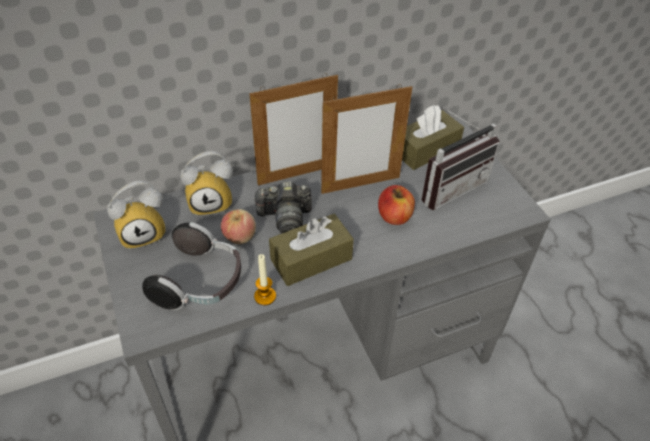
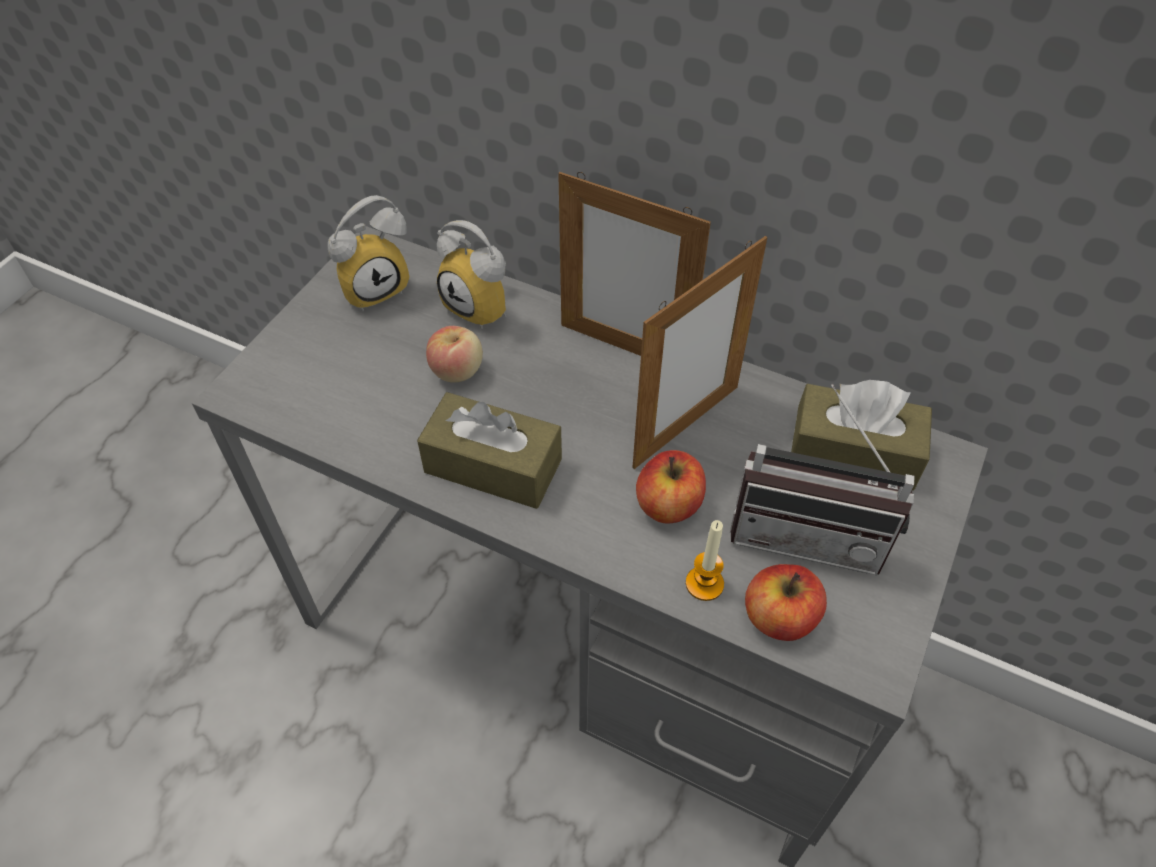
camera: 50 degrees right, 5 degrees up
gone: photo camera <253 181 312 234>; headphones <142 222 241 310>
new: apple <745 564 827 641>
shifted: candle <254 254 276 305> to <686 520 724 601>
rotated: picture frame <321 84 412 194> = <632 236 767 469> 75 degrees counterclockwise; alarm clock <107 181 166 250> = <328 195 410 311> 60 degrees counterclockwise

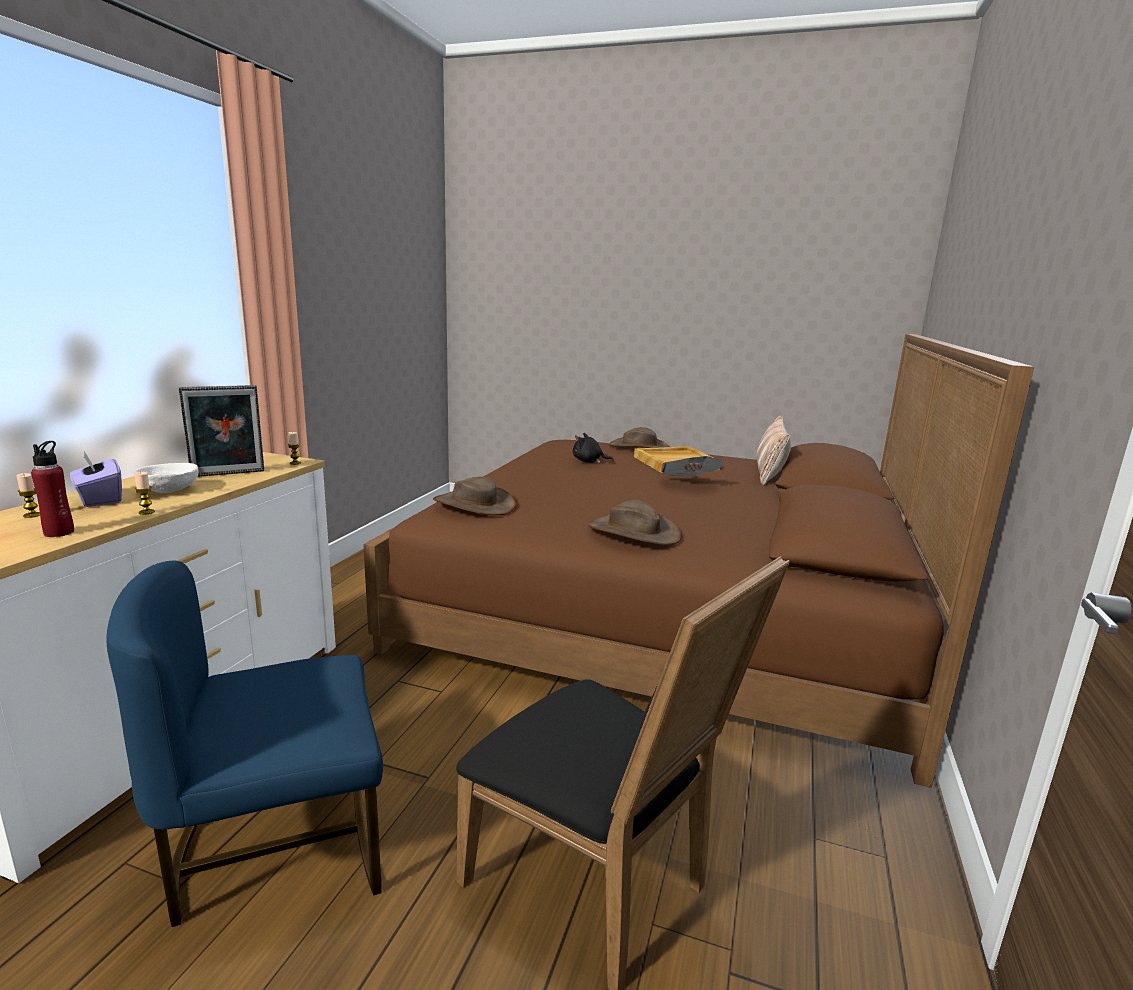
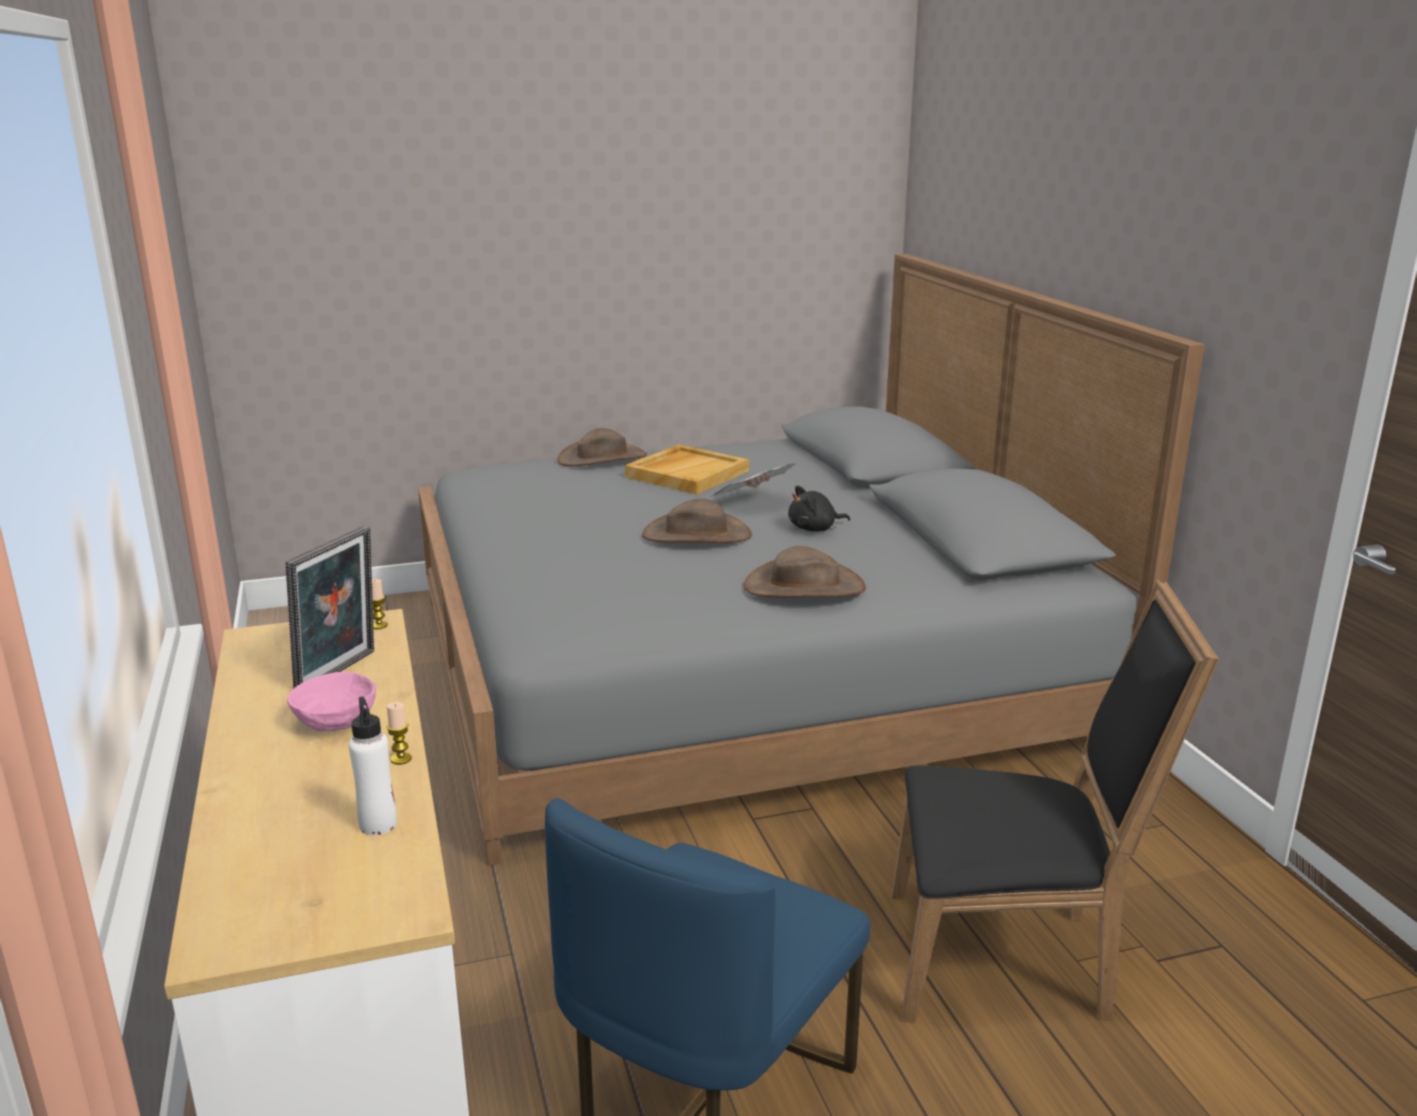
camera: 35 degrees left, 5 degrees up
gone: pillow <756 415 791 485>; purple tissue box <70 451 122 507>; candle <16 473 40 518>
shifted: black plush toy <573 433 614 463> to <788 486 850 532>; brown hat <433 477 516 515> to <642 498 752 543>
repainted: brown bed <363 334 1034 788> to grey bed <418 254 1205 866>; red bottle <31 441 74 537> to white bottle <349 697 397 835>; white bowl <135 463 199 493> to pink bowl <287 672 376 731>

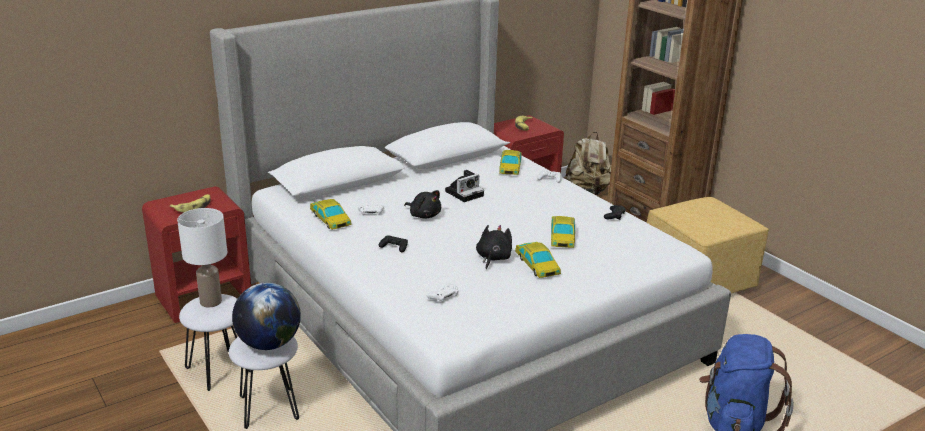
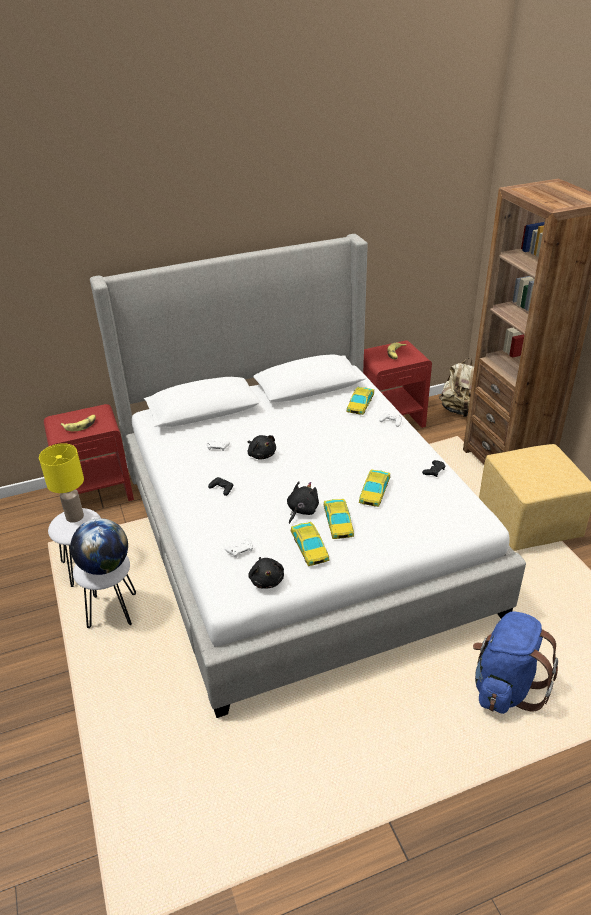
camera: 15 degrees right, 10 degrees up
gone: photo camera <445 170 484 202>
new: black plush toy <248 557 284 589>
shifted: toy car <310 199 352 230> to <291 522 330 566>
repainted: white table lamp <177 208 227 307> to yellow table lamp <39 443 84 523>

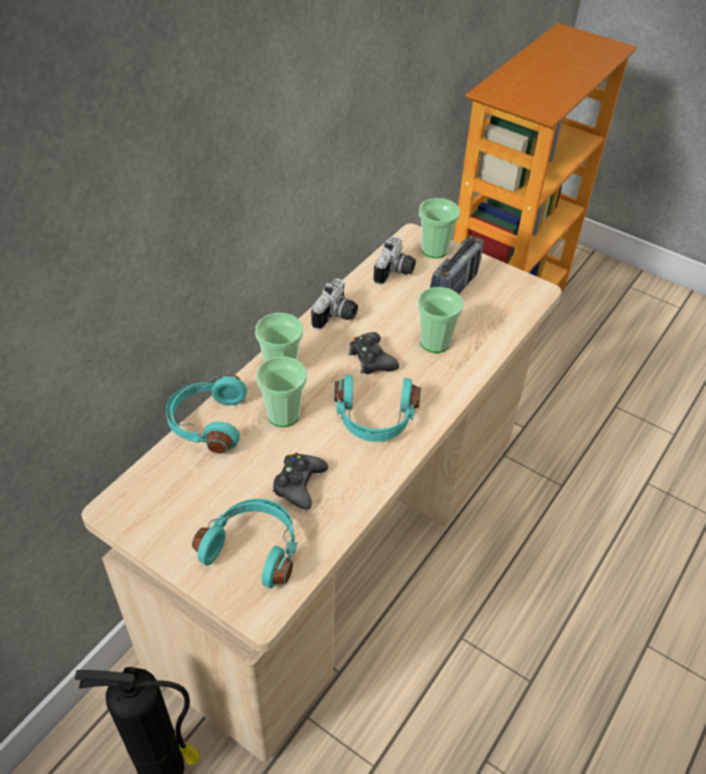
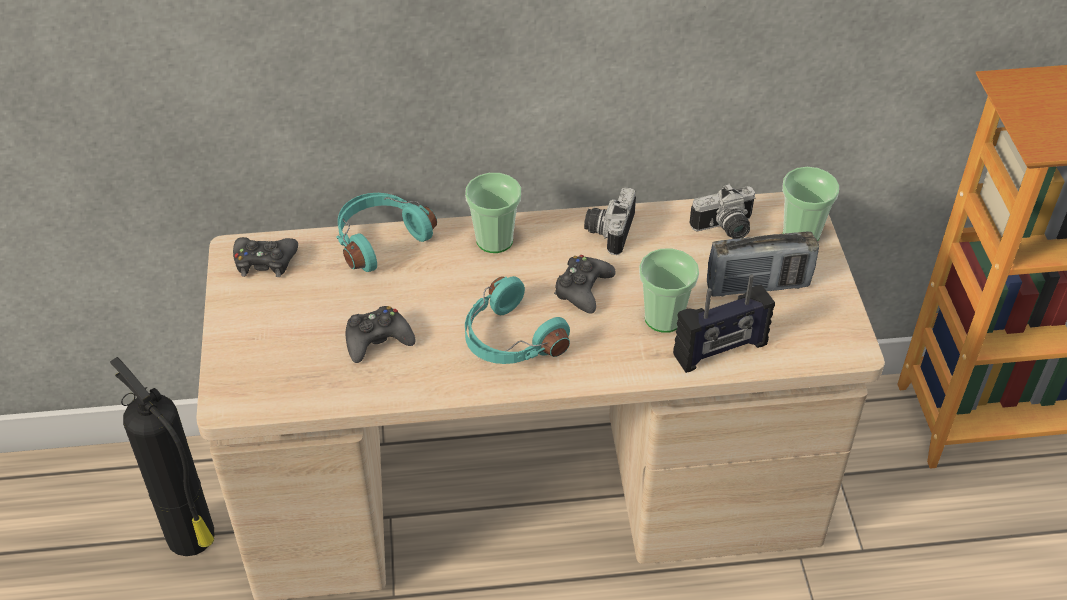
camera: 50 degrees right, 0 degrees up
gone: cup <256 356 307 427>; turquoise headphones <192 499 297 588>
new: black game controller <233 237 298 277>; radio <673 274 775 373>
rotated: photo camera <311 278 358 330> = <584 187 636 255> 120 degrees clockwise

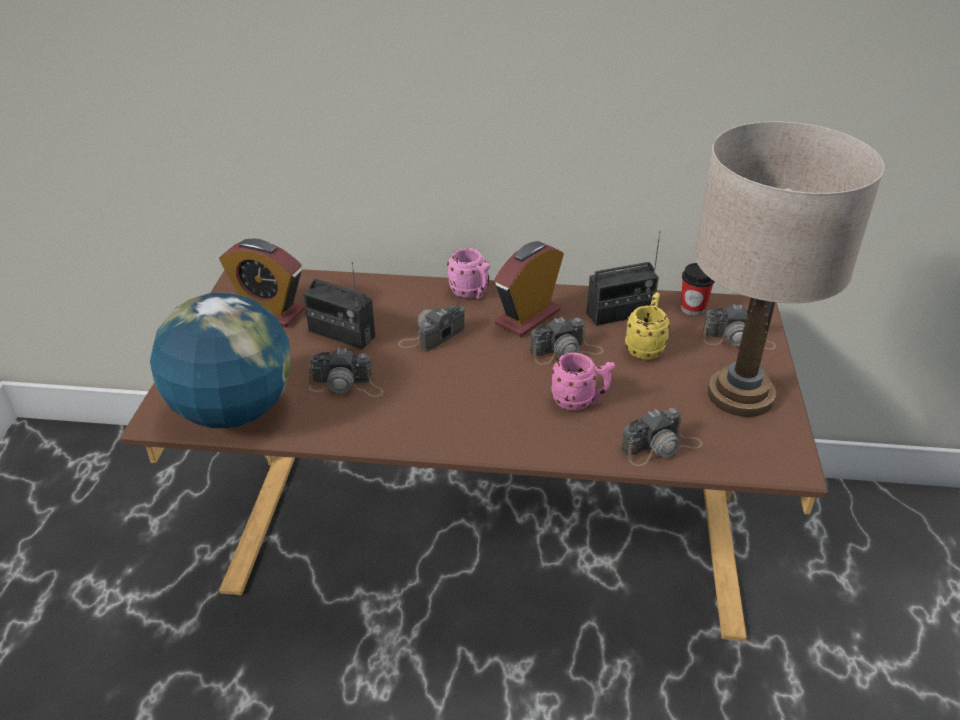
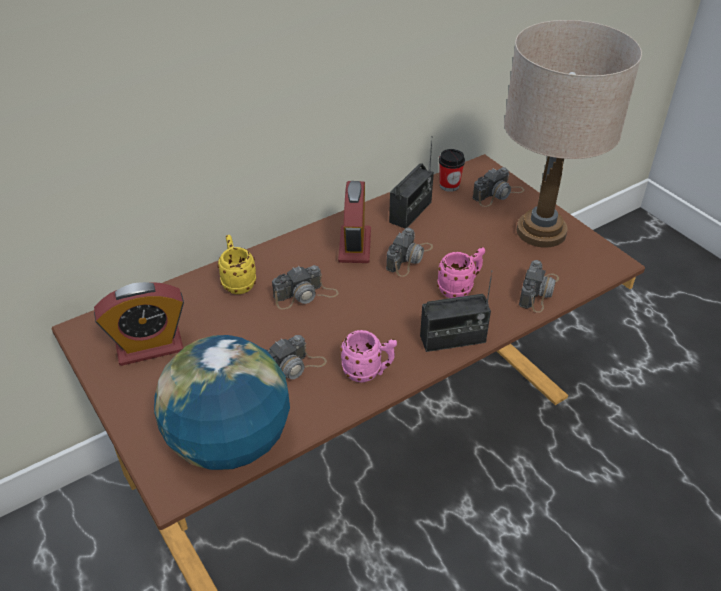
camera: 40 degrees left, 5 degrees up
shifted: pink mug <447 248 490 299> to <340 330 397 383>; radio <303 262 375 350> to <420 270 493 352>; yellow mug <625 292 670 360> to <218 235 256 294>
rotated: photo camera <398 305 465 351> = <272 265 339 309> 120 degrees counterclockwise

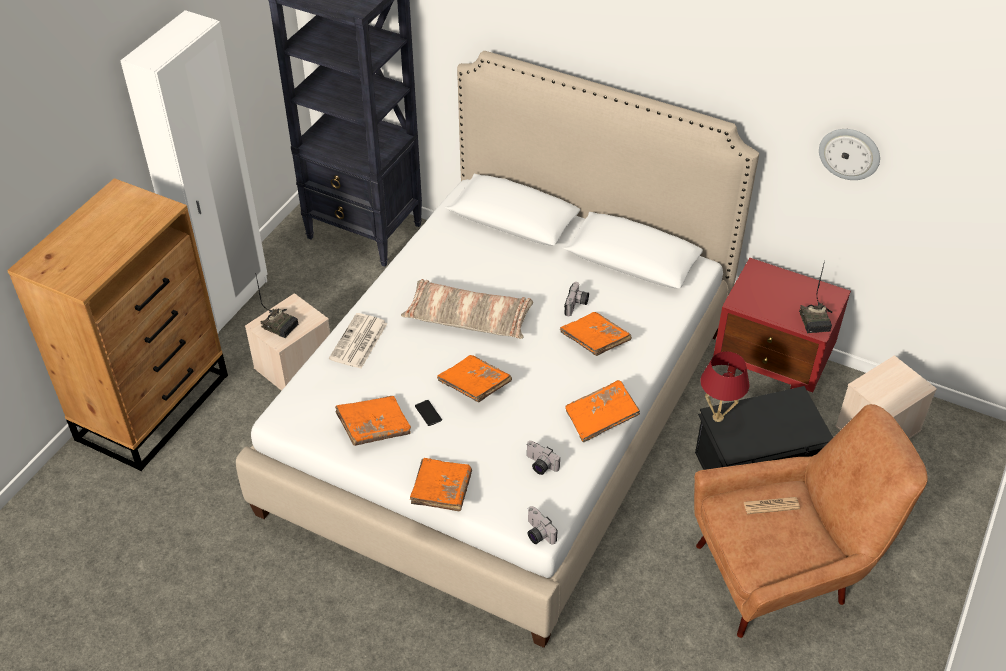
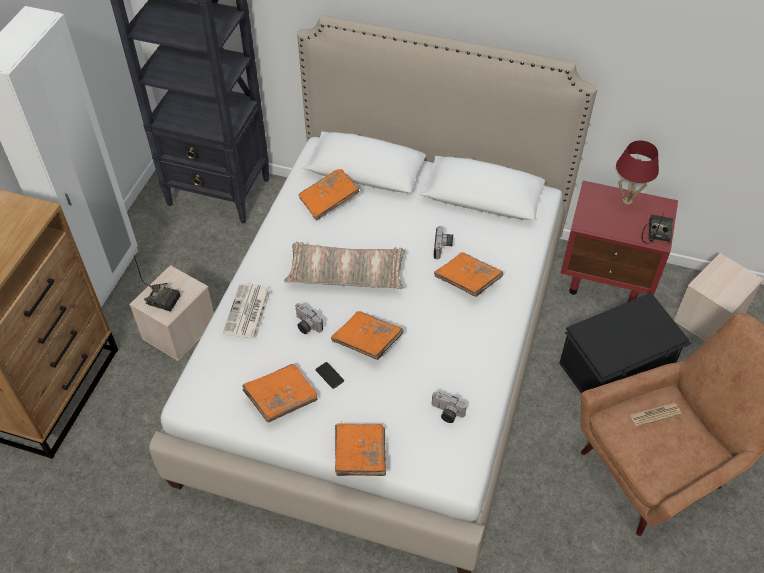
camera: 10 degrees left, 5 degrees up
gone: wall clock <819 129 880 180>
shifted: red table lamp <700 351 750 422> to <616 140 659 205>; orange book <565 380 640 443> to <299 169 359 221>; photo camera <528 506 558 545> to <295 303 323 334>
rotated: radio <799 260 832 333> = <642 213 673 244> 150 degrees counterclockwise

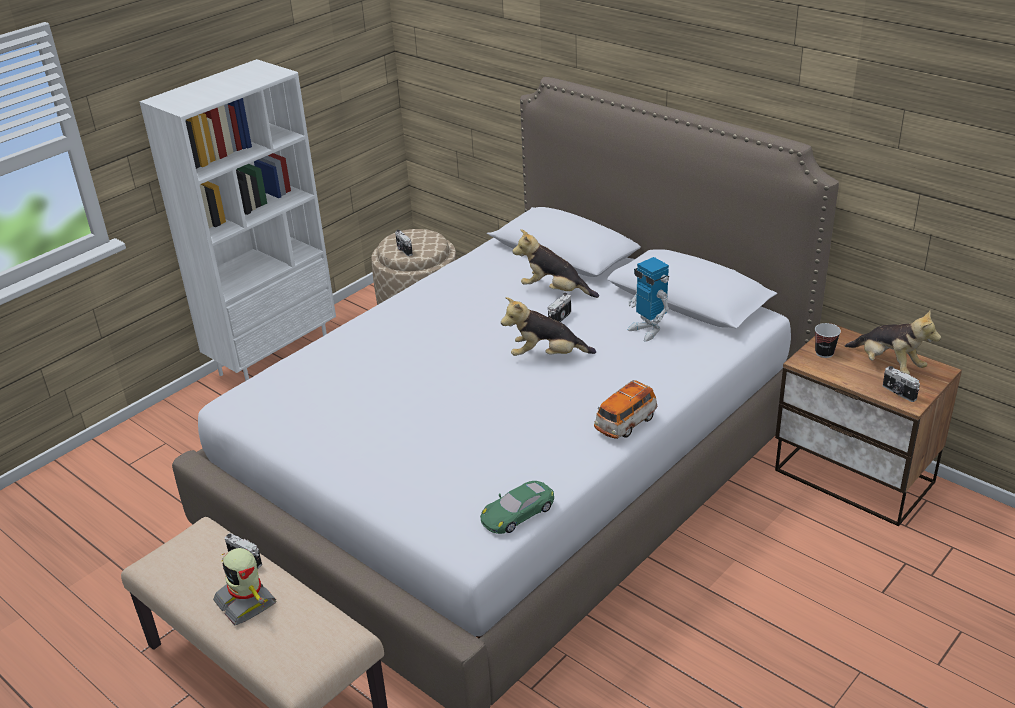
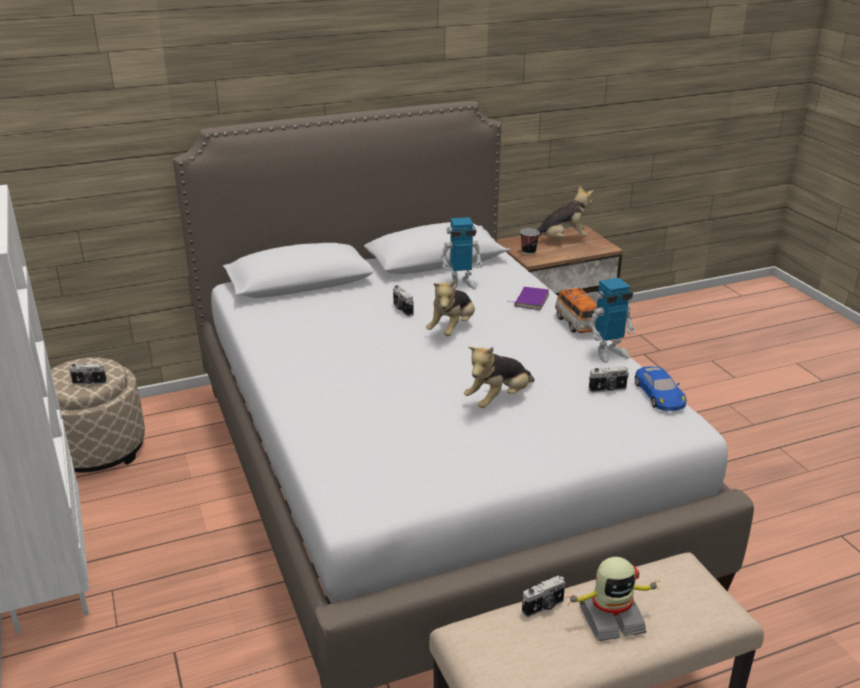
camera: 65 degrees left, 5 degrees down
new: toy robot <589 278 636 363>; purple book <507 287 549 310>
shifted: plush toy <512 229 599 298> to <464 347 535 408>; photo camera <883 366 920 402> to <589 366 629 393>
repainted: green toy car <480 481 554 534> to blue toy car <635 366 687 411>

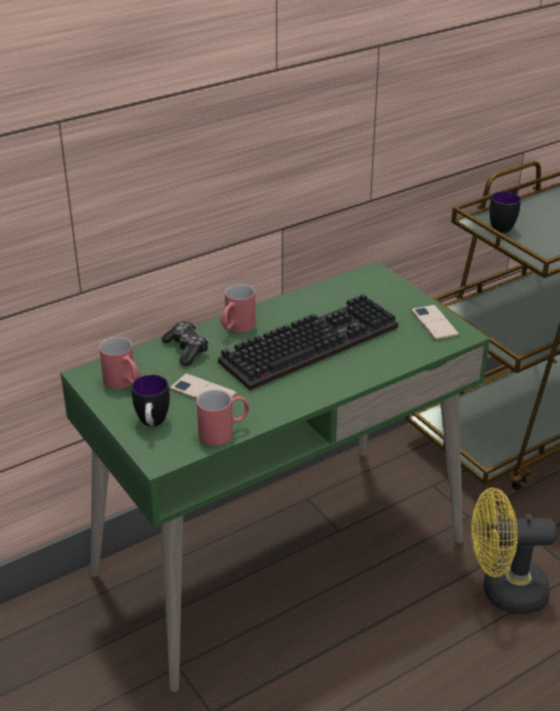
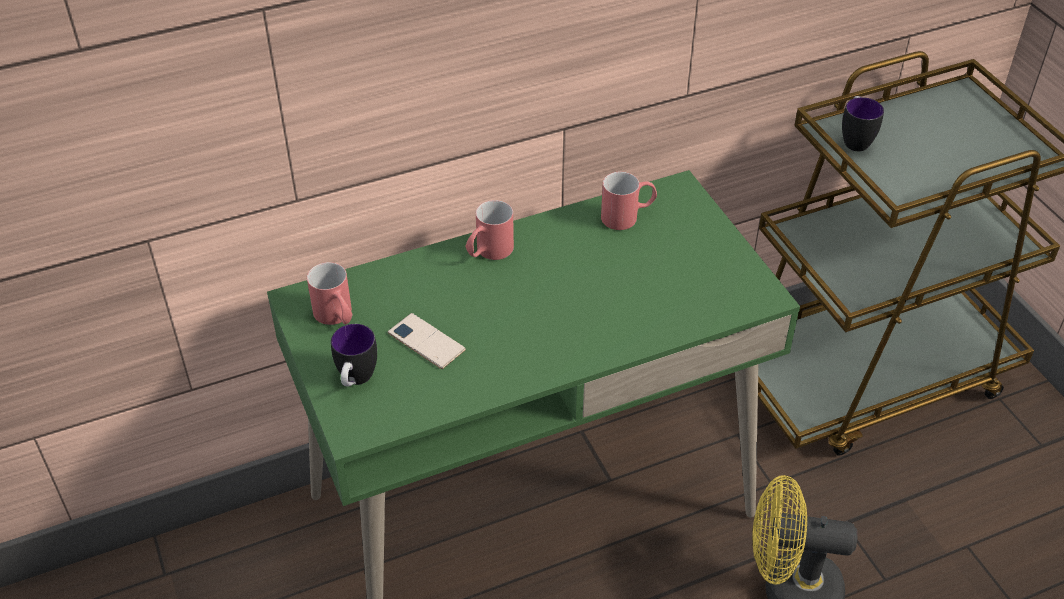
camera: 10 degrees right, 10 degrees up
gone: keyboard <218 294 398 390>; phone <411 305 459 340>; game controller <161 321 209 366>
shifted: red mug <197 390 249 446> to <601 172 657 230>

